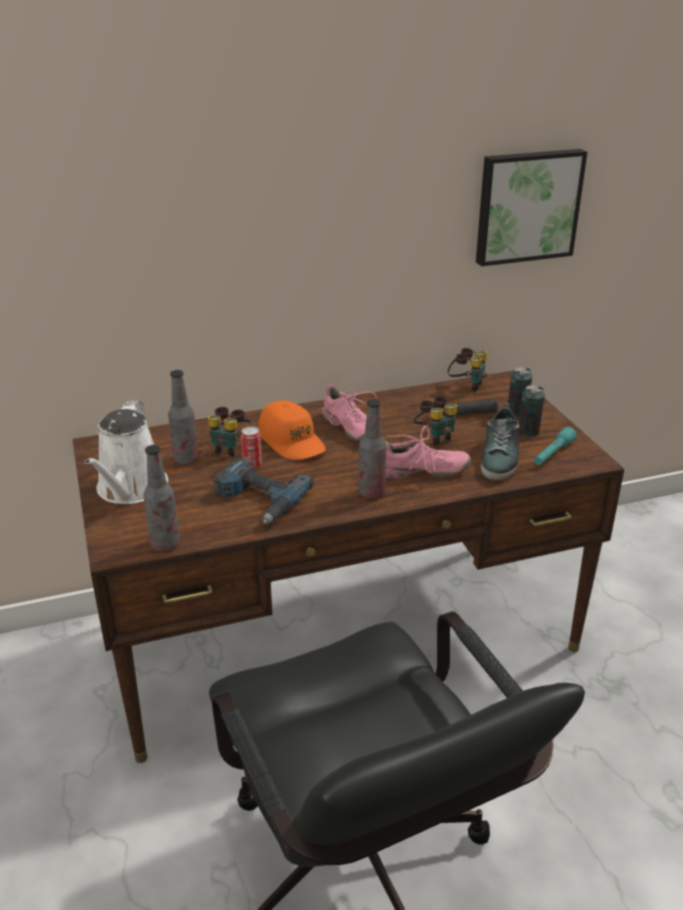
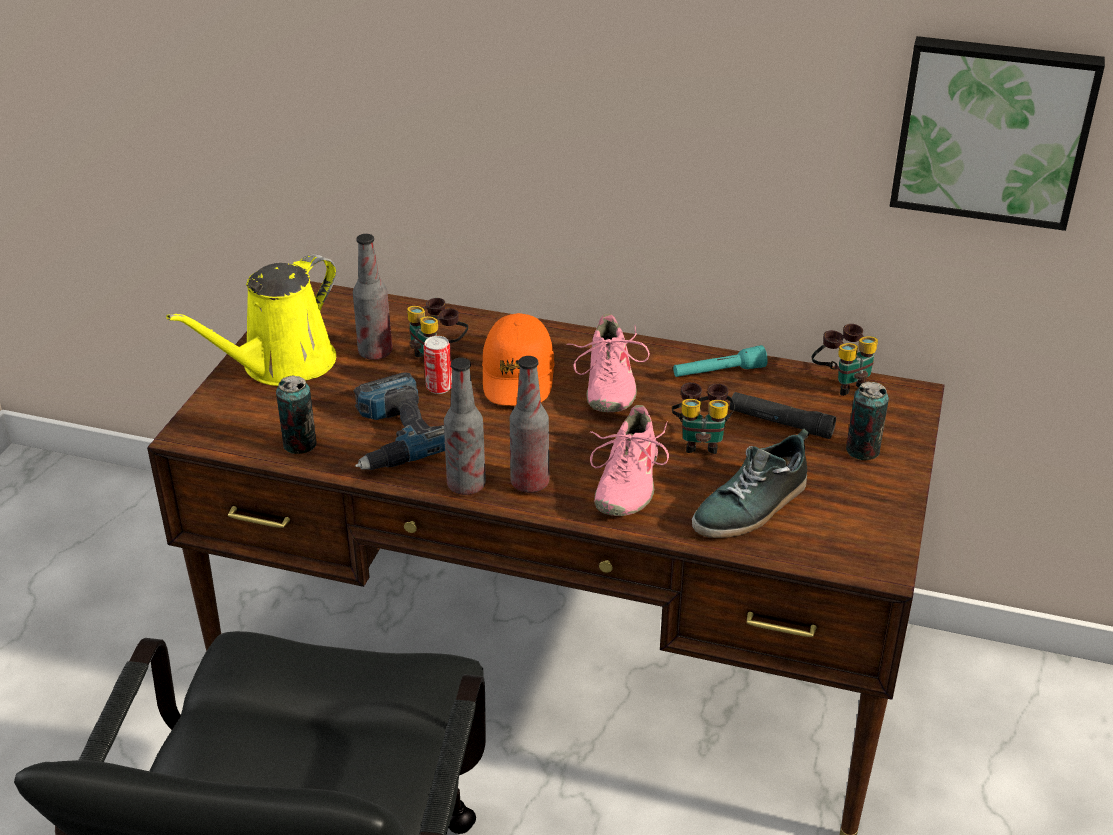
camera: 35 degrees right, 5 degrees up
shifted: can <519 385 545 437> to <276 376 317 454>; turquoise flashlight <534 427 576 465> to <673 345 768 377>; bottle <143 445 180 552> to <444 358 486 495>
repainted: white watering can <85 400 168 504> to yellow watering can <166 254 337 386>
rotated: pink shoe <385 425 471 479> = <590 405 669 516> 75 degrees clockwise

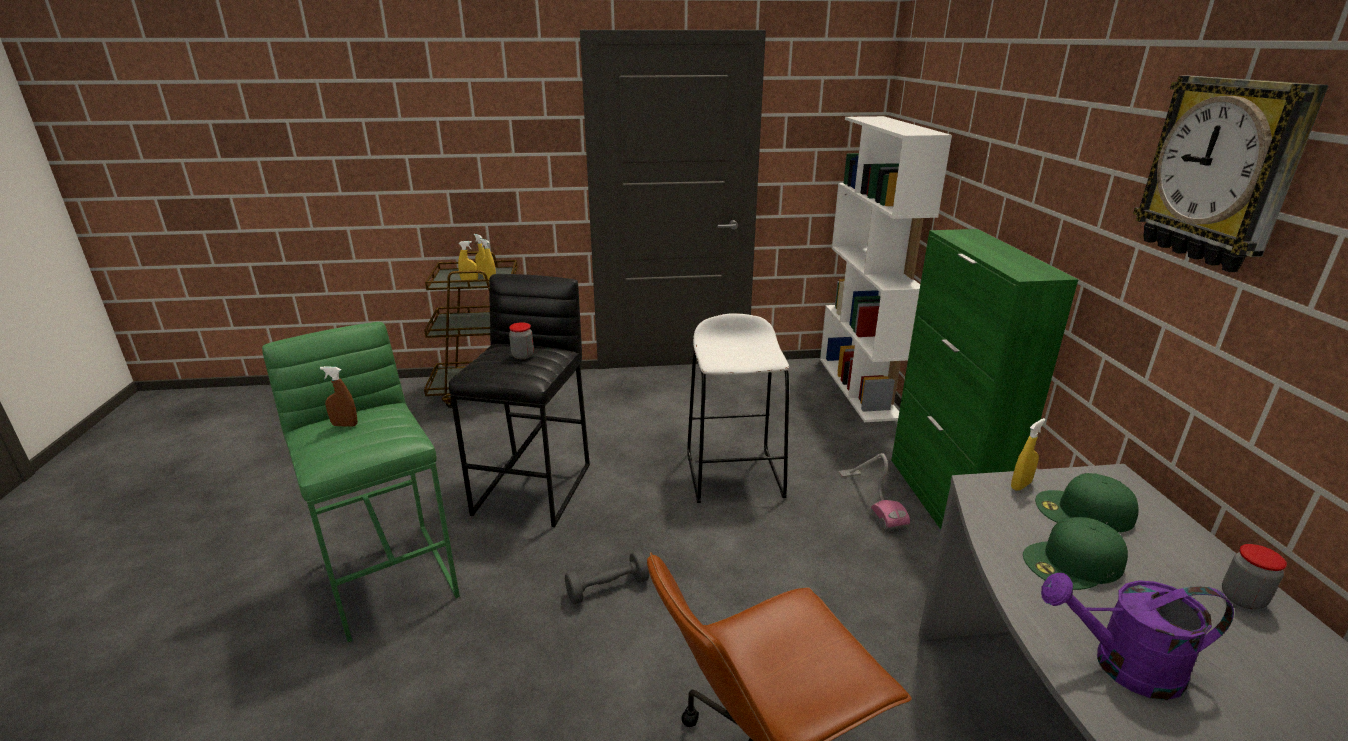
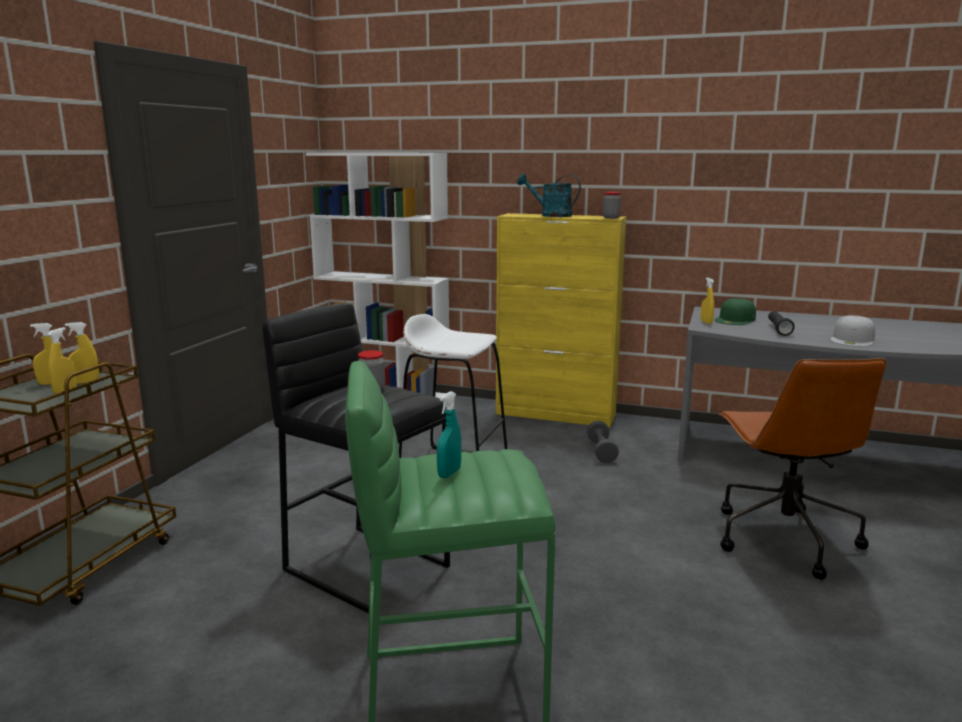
camera: 65 degrees left, 10 degrees down
gone: wall clock <1133 75 1329 272>; vacuum cleaner <839 453 910 530>
new: turquoise watering can <517 173 581 217>
shifted: jar <1222 544 1287 609> to <603 192 621 219>; grey dumbbell <565 550 649 604> to <587 421 619 463>
swapped: green cap <1023 517 1128 590> to black flashlight <768 311 795 336>; purple watering can <1041 573 1234 700> to white cap <830 315 875 347>
repainted: green cabinet <891 229 1079 529> to yellow cabinet <496 213 626 427>; brown spray bottle <320 366 358 426> to turquoise spray bottle <437 391 461 478>

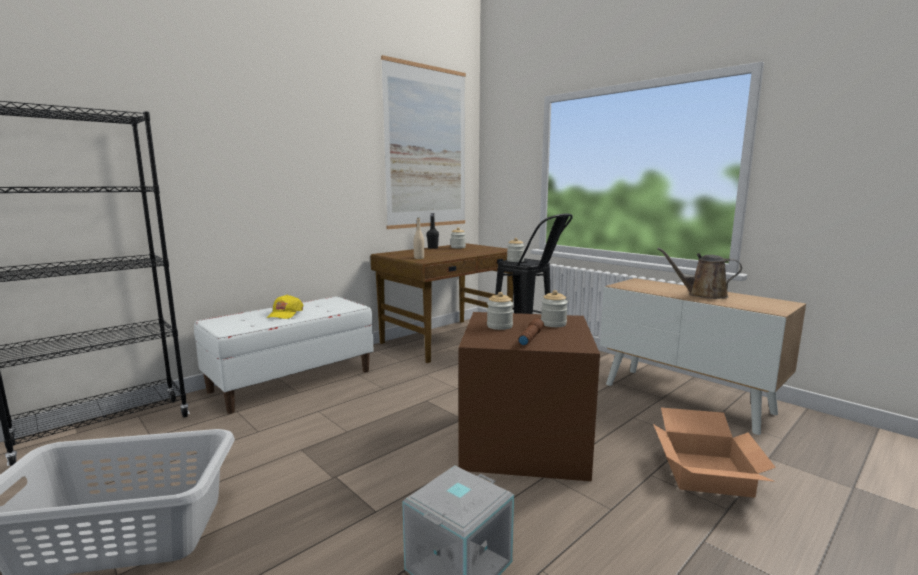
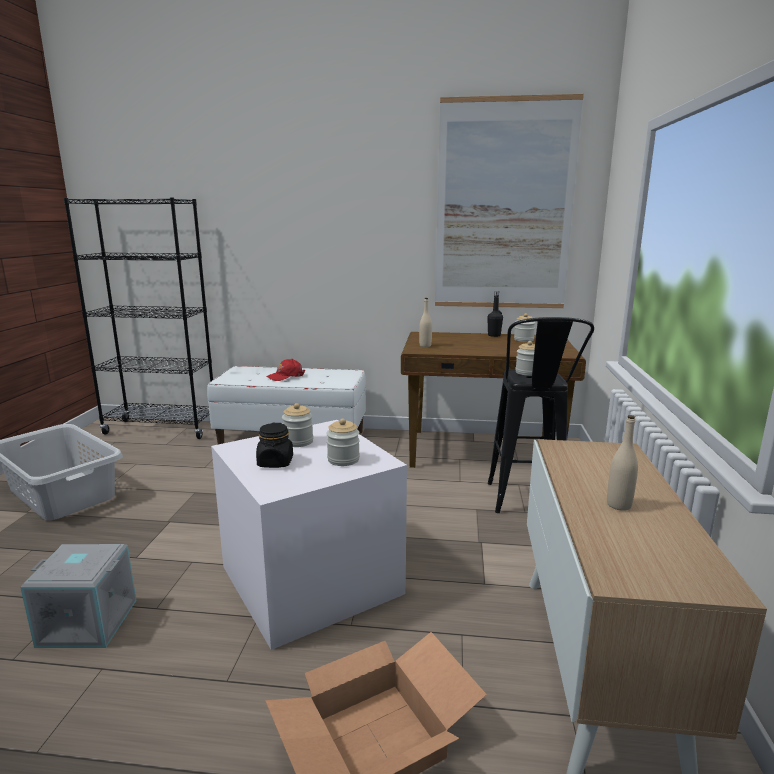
camera: 50 degrees right, 5 degrees up
swapped: brown watering can <657 248 742 299> to beige bottle <607 415 638 511>; brown flashlight <518 318 544 346> to black jar <256 423 293 468>
repainted: yellow cap <267 294 303 319> to red cap <266 359 305 381>; brown storage box <458 312 600 481> to white storage box <211 420 407 650>

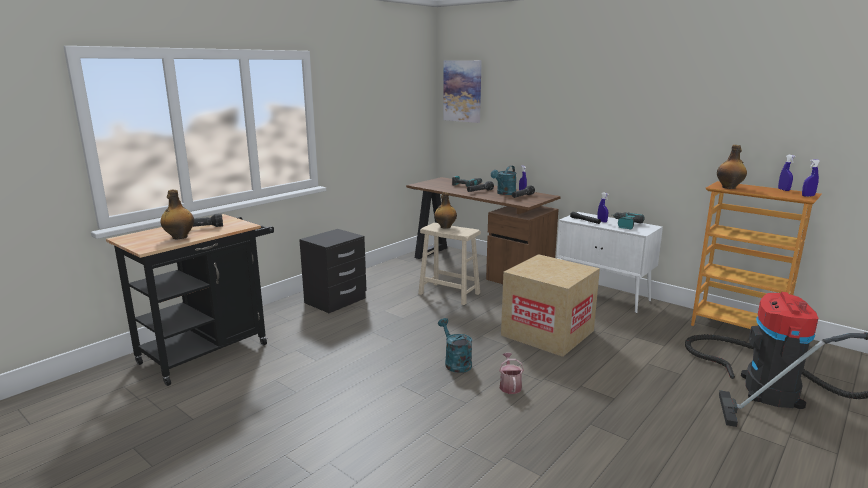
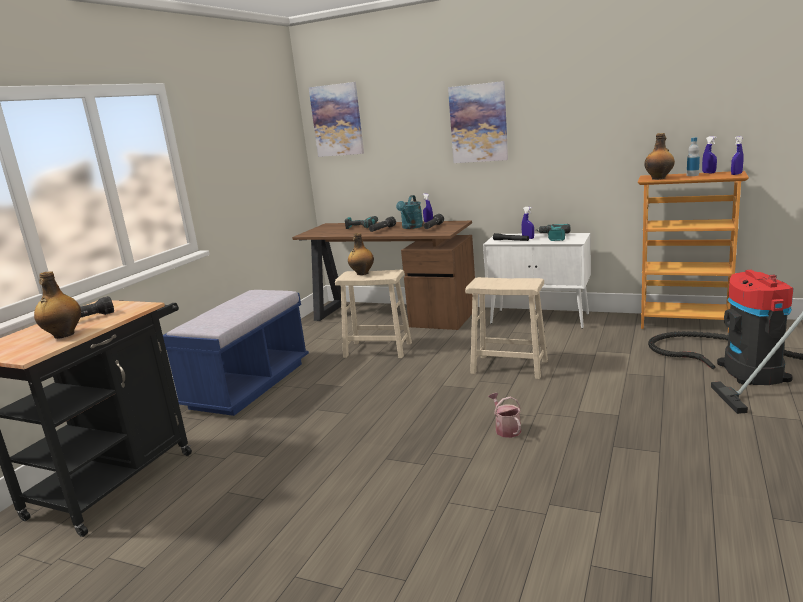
camera: 15 degrees left, 0 degrees up
gone: turquoise watering can <438 318 472 373>
new: picture <448 81 508 163>; bottle <687 137 700 176>
swapped: black nightstand <299 229 367 313> to blue bench <163 290 309 416>; cardboard box <501 254 600 357> to beige stool <465 277 548 379>

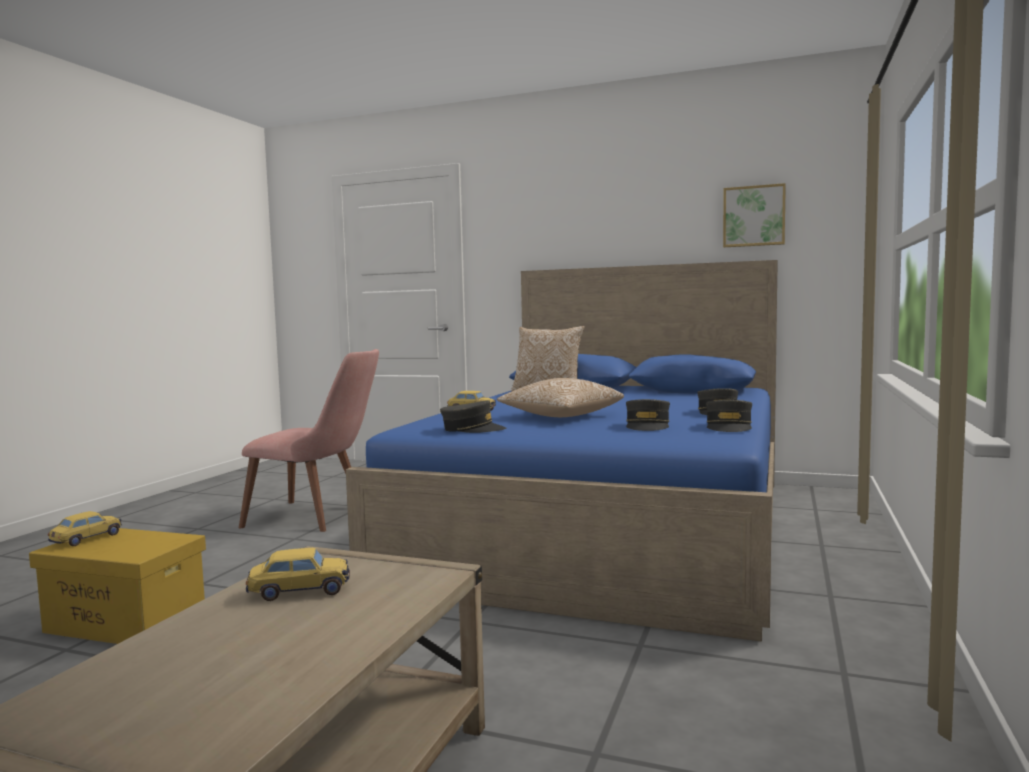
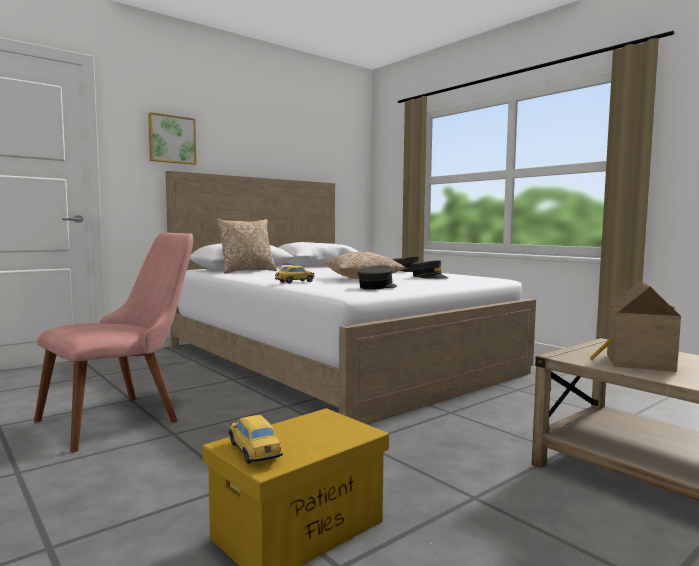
camera: 60 degrees left, 0 degrees up
gone: grey cap <706 400 752 432>
shifted: picture <723 183 786 247> to <148 112 196 165>
swapped: toy car <246 548 350 601> to toy house <590 281 681 372>
repainted: blue bed <346 260 778 642> to white bed <166 171 536 425>

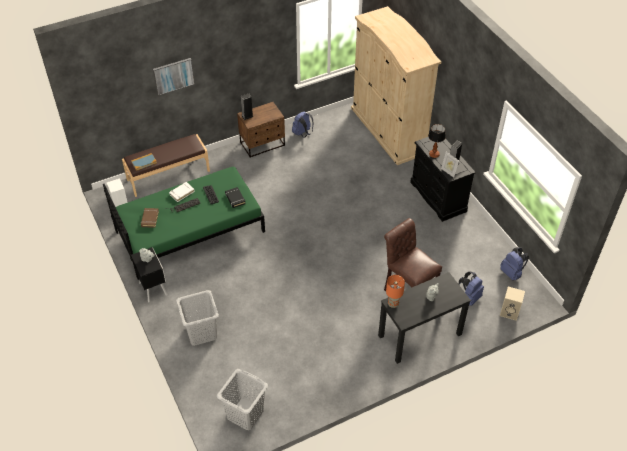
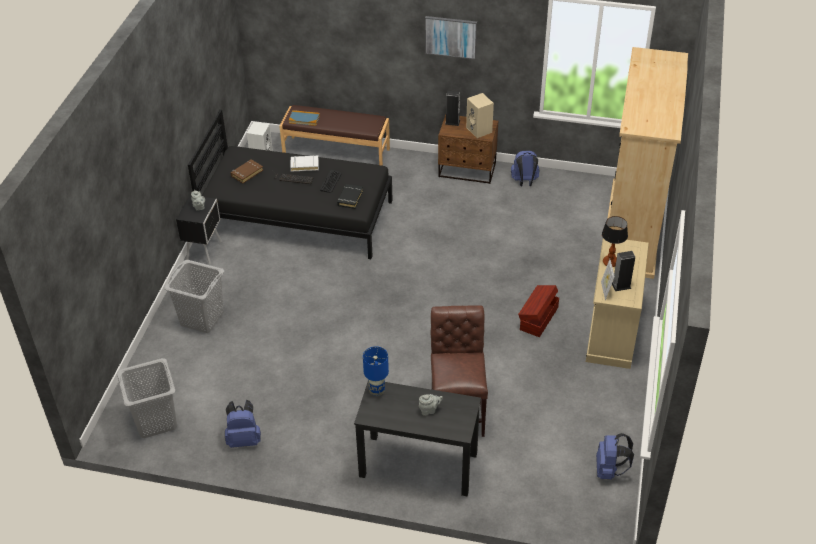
camera: 40 degrees right, 5 degrees down
new: brown storage box <518 285 559 337>
shifted: picture <153 58 195 96> to <425 16 477 60>; blue backpack <459 271 484 306> to <225 400 261 448>; beige speaker <500 286 525 321> to <466 93 494 138>
repainted: black dresser <410 137 476 222> to beige dresser <586 239 649 369>; green bed <103 167 265 280> to black bed <188 109 393 259>; orange table lamp <386 275 405 308> to blue table lamp <363 346 389 396>

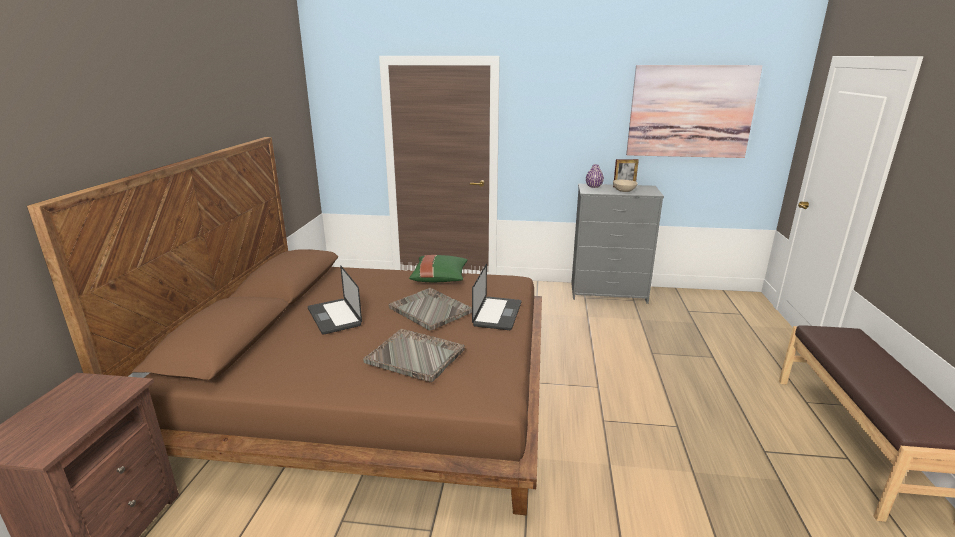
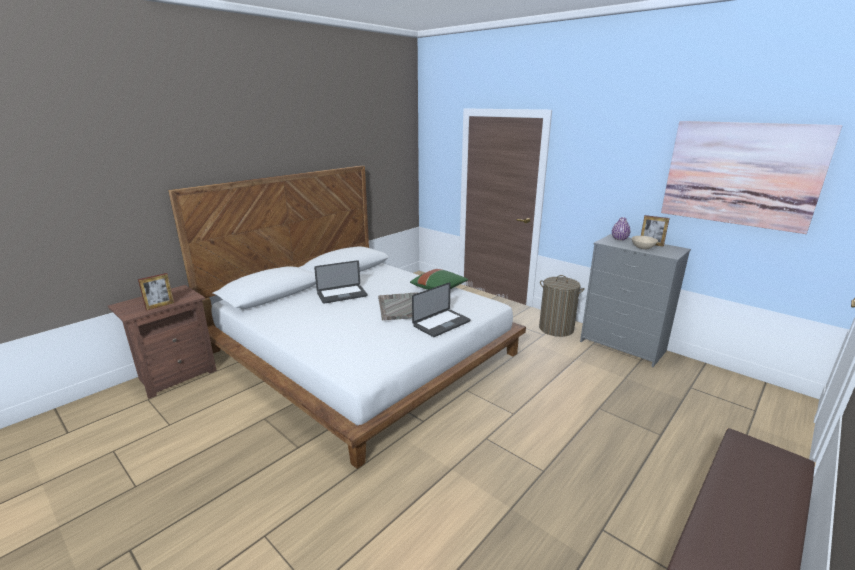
camera: 35 degrees right, 0 degrees up
gone: grey tray <363 329 465 382>
new: picture frame <138 273 174 310>; laundry basket <539 275 585 337>
repainted: brown bed <27 137 542 515> to white bed <168 165 526 469>
rotated: laptop <308 265 362 335> = <314 260 367 304> 120 degrees counterclockwise

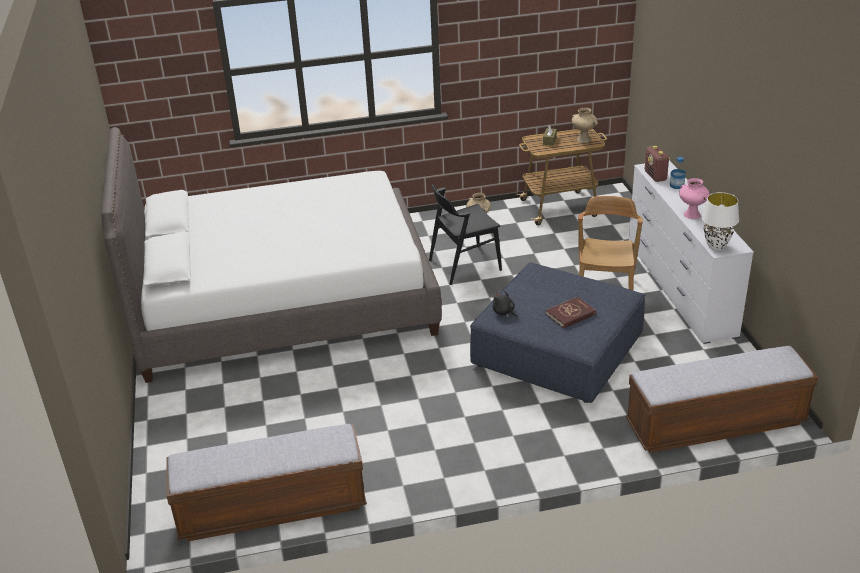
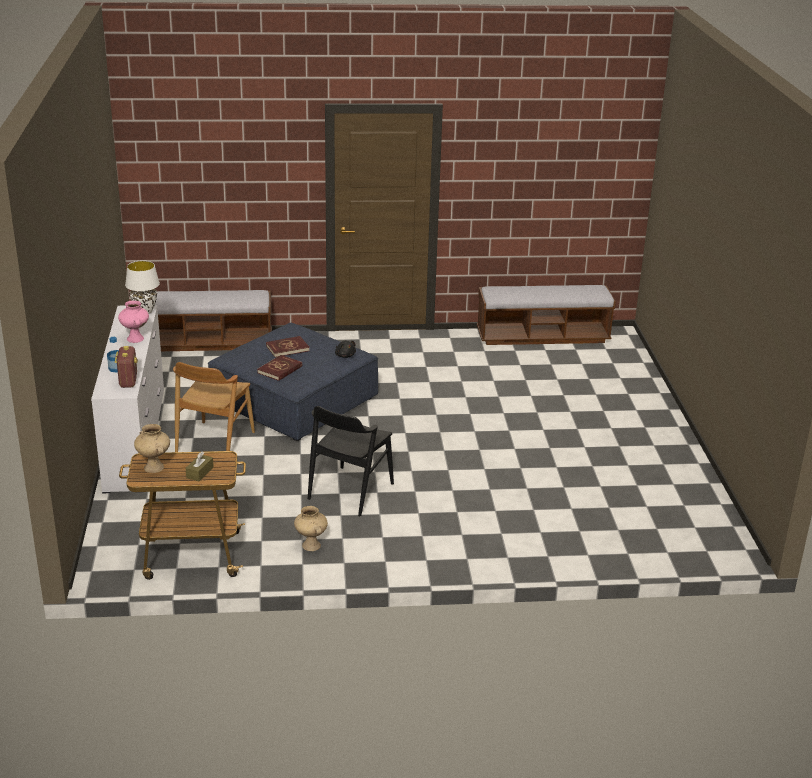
camera: 175 degrees left, 5 degrees down
gone: white bed <101 127 442 383>
new: red book <257 355 302 381>
rotated: black chair <429 184 502 285> = <308 406 394 517> 135 degrees clockwise

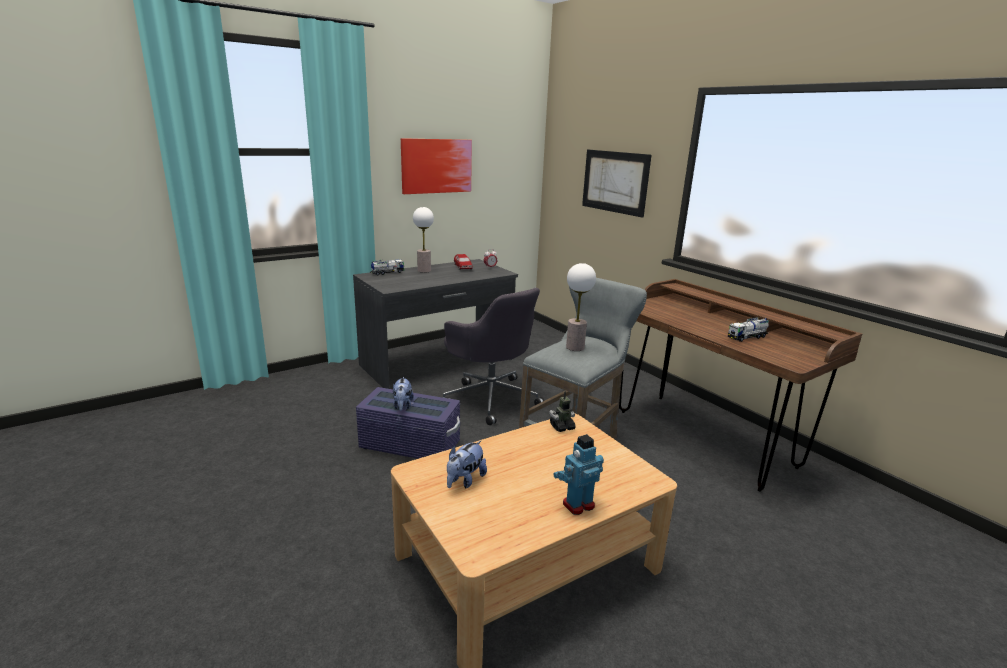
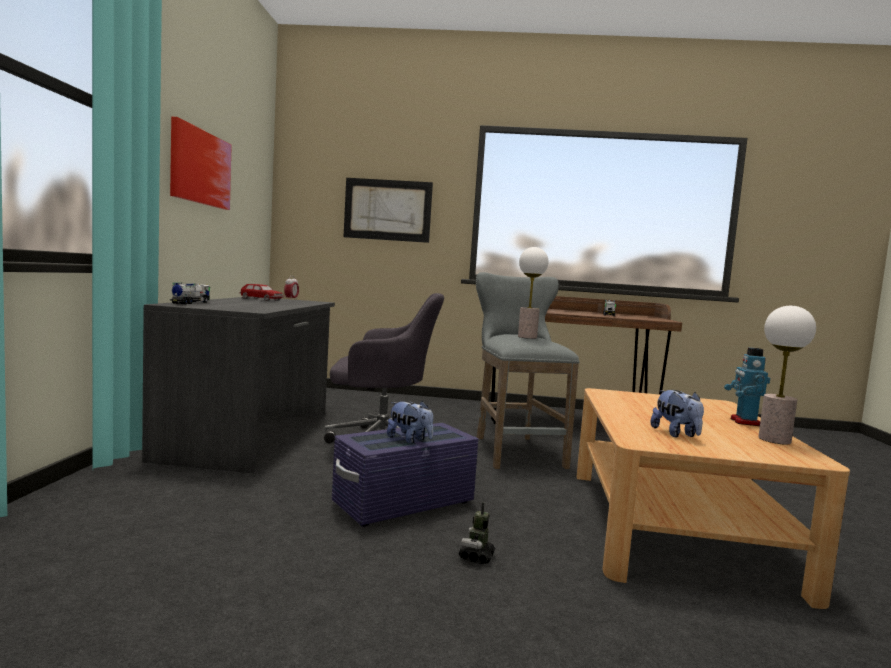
camera: 50 degrees left, 15 degrees down
shifted: table lamp <413 207 434 273> to <758 306 816 444>; toy robot <549 391 575 432> to <459 502 495 564>

